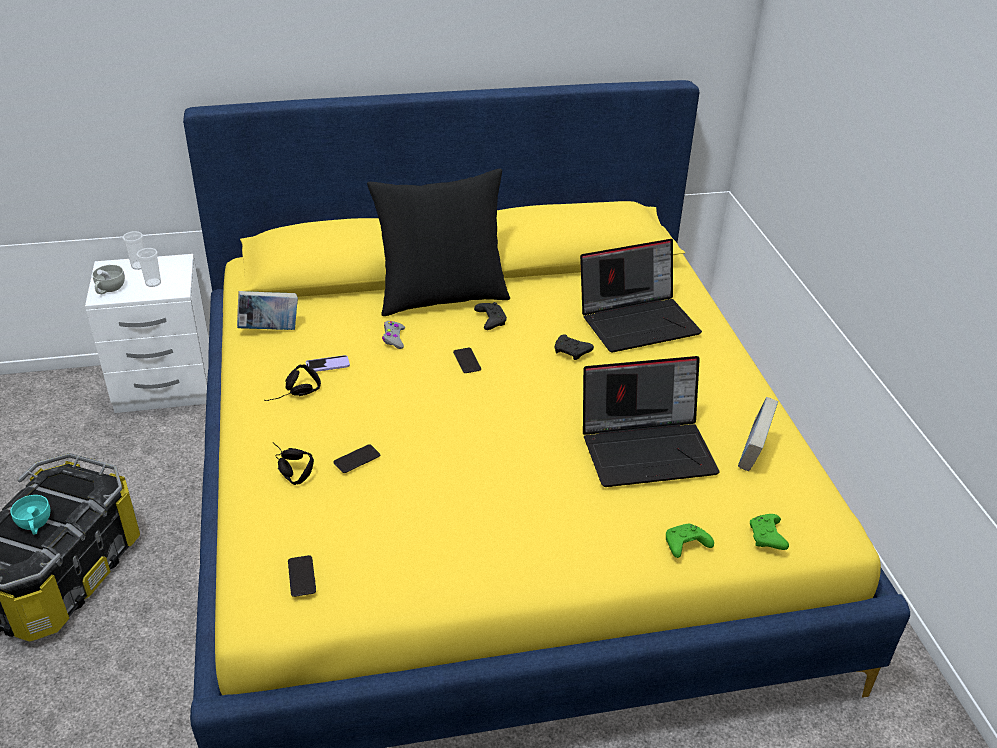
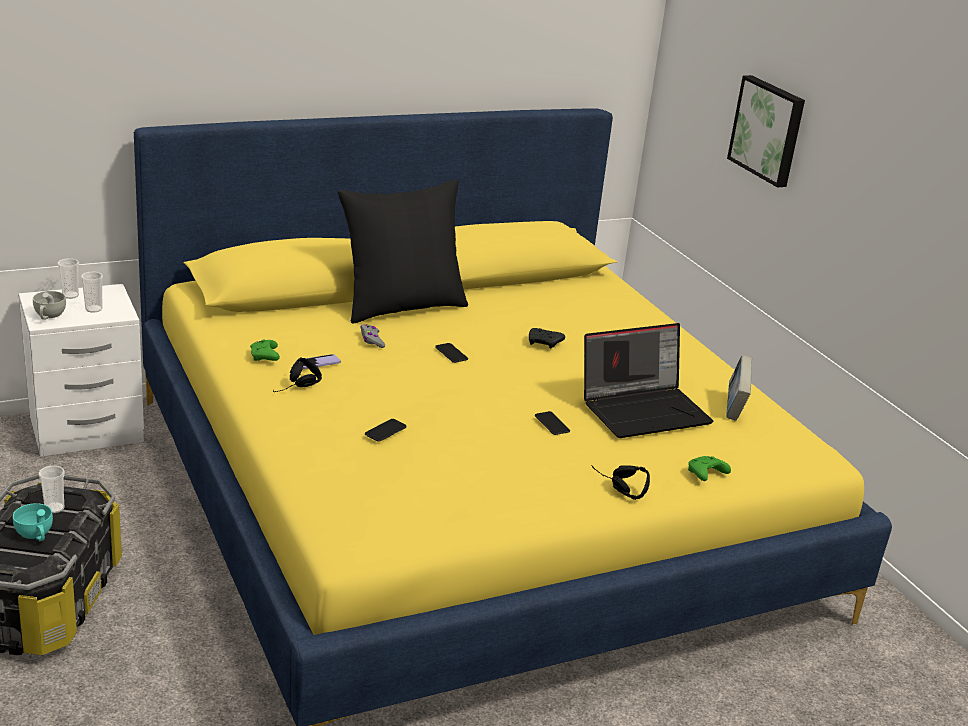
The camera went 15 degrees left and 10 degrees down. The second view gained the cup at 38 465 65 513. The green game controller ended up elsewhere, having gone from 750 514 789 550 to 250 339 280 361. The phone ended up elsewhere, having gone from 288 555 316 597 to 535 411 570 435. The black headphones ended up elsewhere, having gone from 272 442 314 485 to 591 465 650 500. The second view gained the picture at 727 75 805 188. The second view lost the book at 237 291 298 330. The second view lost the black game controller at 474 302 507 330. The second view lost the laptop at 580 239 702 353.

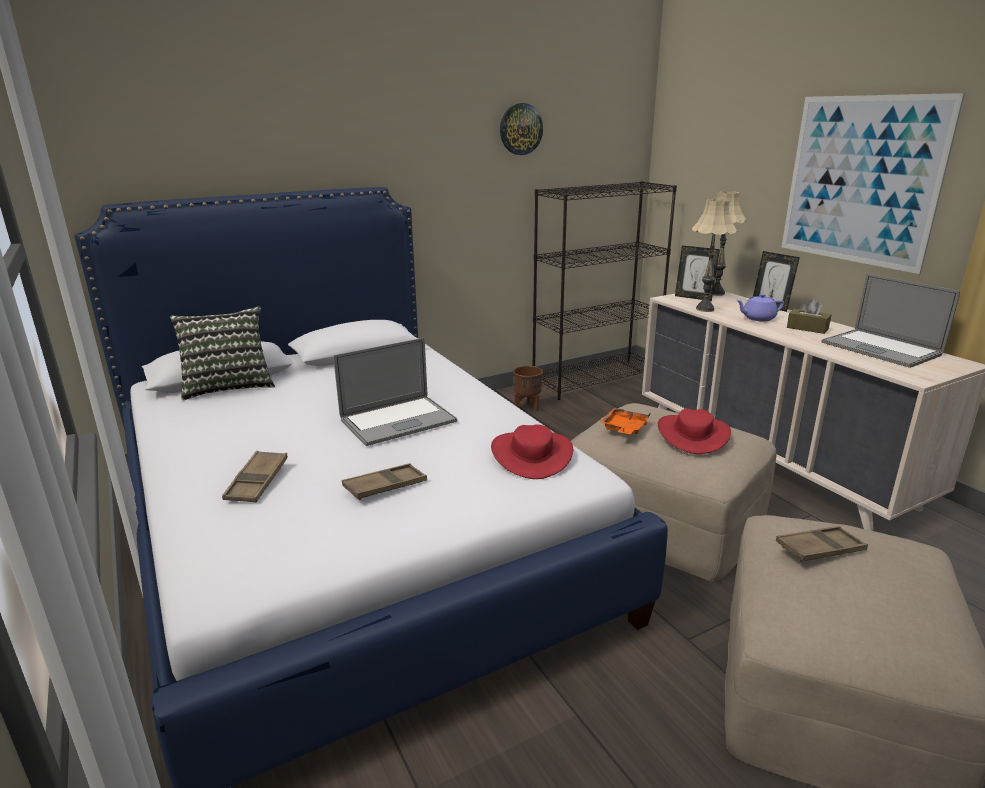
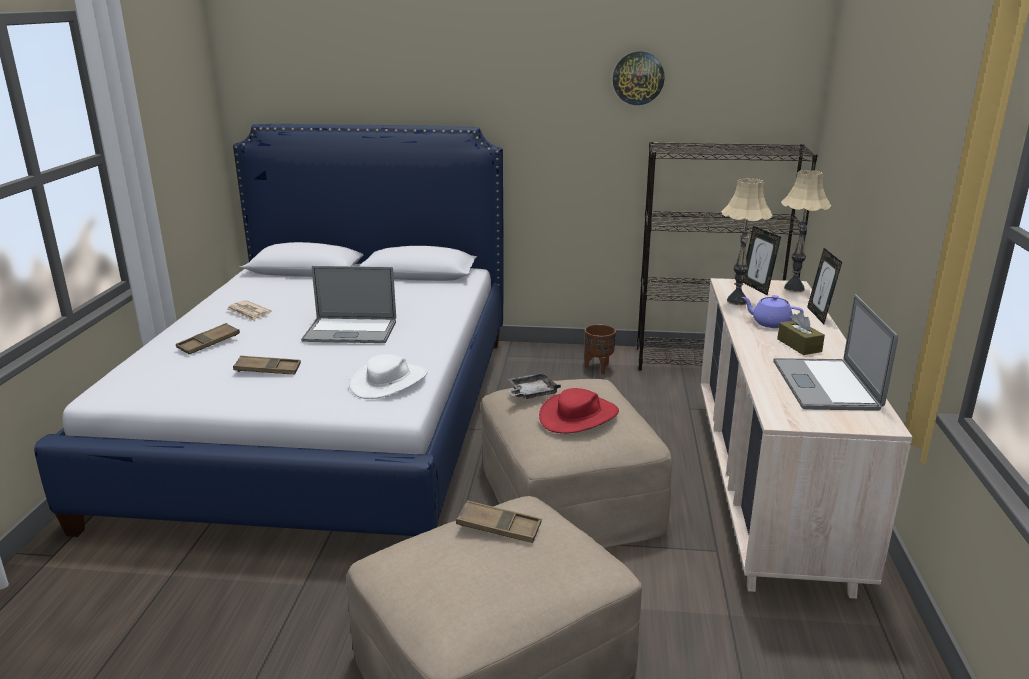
The camera went 35 degrees right and 0 degrees up. The second view gained the newspaper at 226 300 272 321. What was the red hat at 491 424 573 479 turned into the white hat at 349 354 428 399. What was the orange tray at 600 408 650 435 turned into the grey tray at 507 372 561 399. The second view lost the pillow at 170 306 275 400. The second view lost the picture at 782 93 965 274.

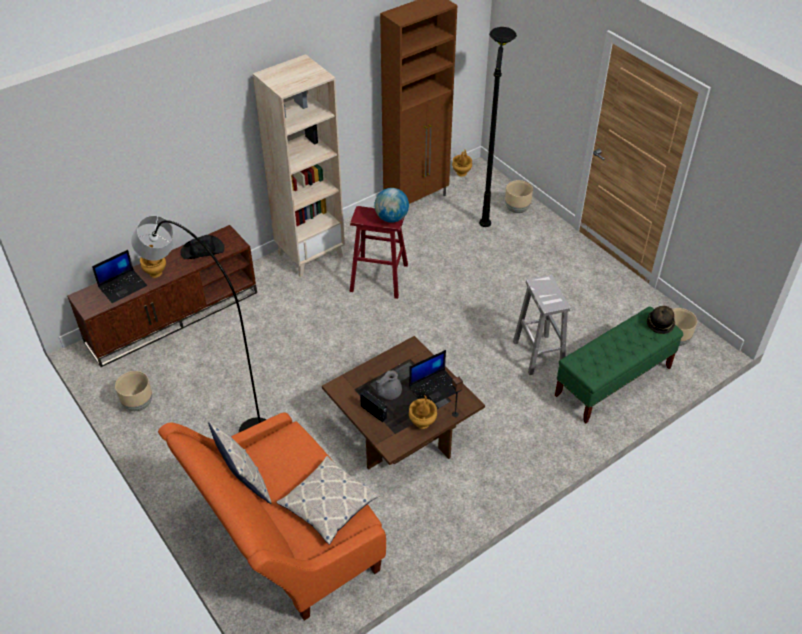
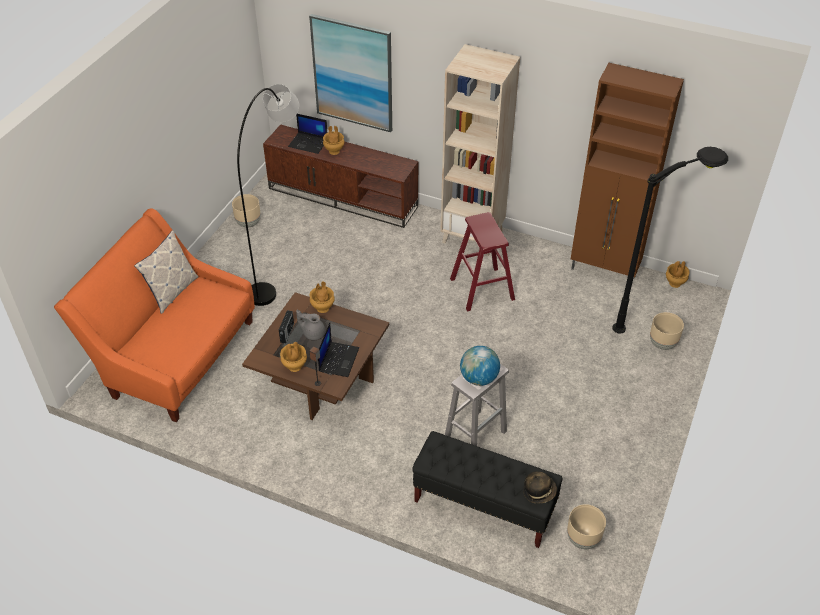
The camera went 60 degrees right and 0 degrees up. The second view gained the picture at 309 14 392 132. The second view gained the brown vase at 310 282 335 313. The laptop at 409 350 462 403 ended up facing another way, 105 degrees counterclockwise from before. What was the green bench at 555 306 683 423 turned into the black bench at 412 431 562 548. The globe ended up elsewhere, having gone from 374 188 409 223 to 460 346 500 386. The second view lost the black hat at 180 235 224 259. The second view lost the pillow at 276 456 381 545.

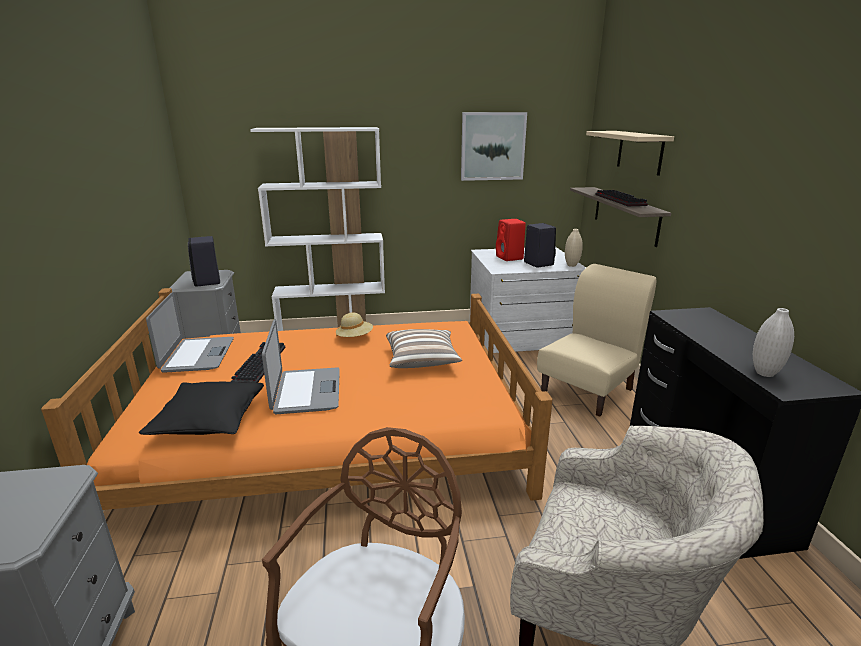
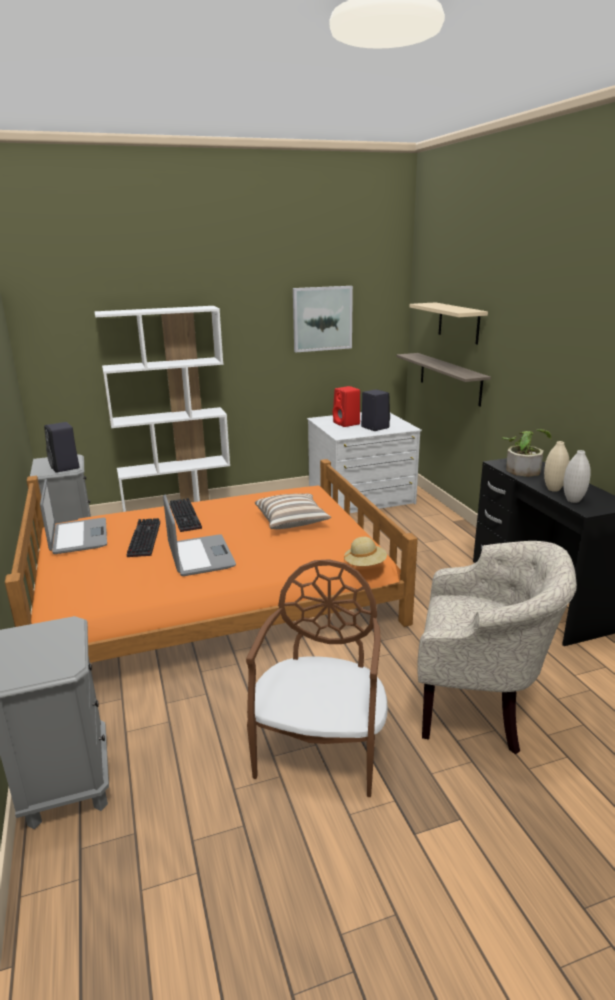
The camera went 10 degrees left and 0 degrees up. The keyboard ended up elsewhere, having gone from 595 190 648 206 to 169 498 202 532. The beige hat ended up elsewhere, having gone from 336 313 373 337 to 344 537 387 566. The second view gained the potted plant at 502 429 552 477. The beige vase ended up elsewhere, having gone from 565 229 583 267 to 544 441 570 492. The second view lost the black pillow at 139 382 264 435. The second view lost the beige chair at 537 264 656 417.

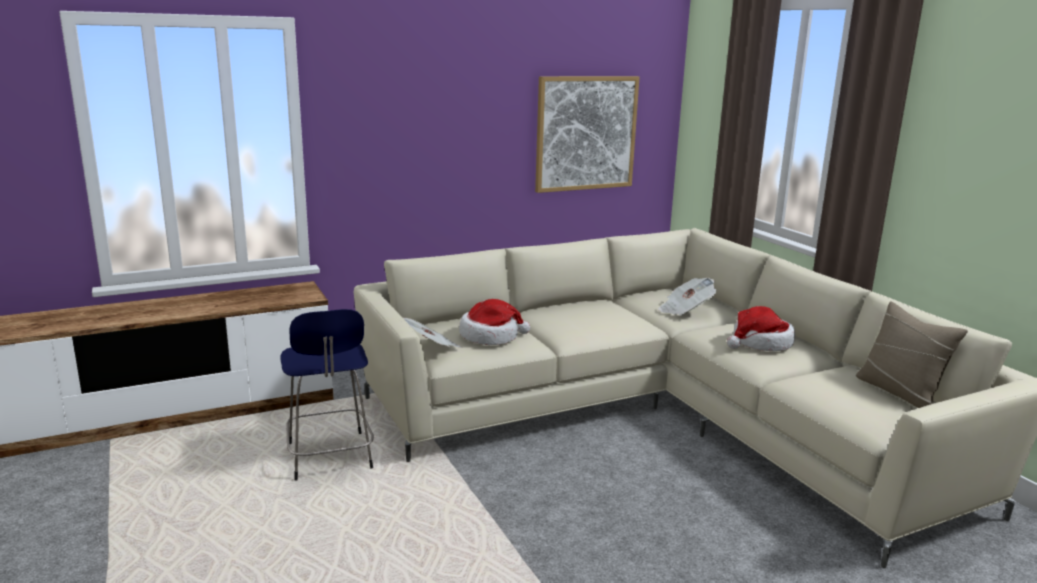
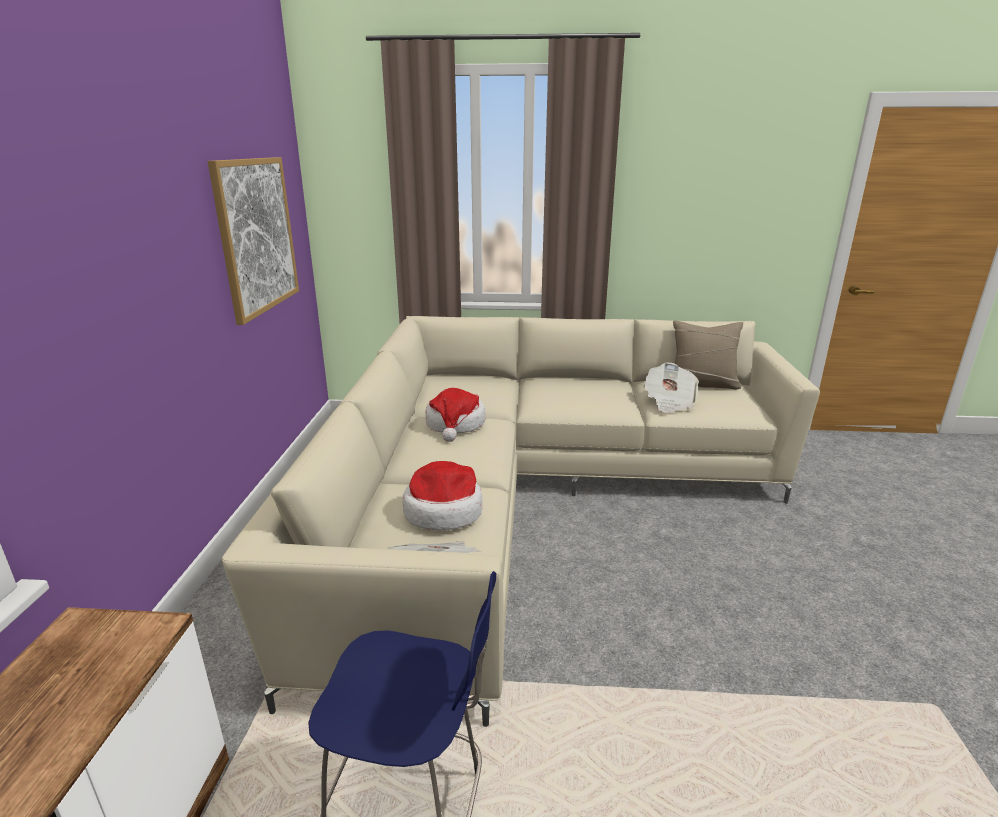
The camera went 60 degrees left and 5 degrees up. The hat ended up elsewhere, having gone from 727 306 795 351 to 425 388 486 442. The newspaper ended up elsewhere, having gone from 658 278 716 316 to 643 362 699 413.

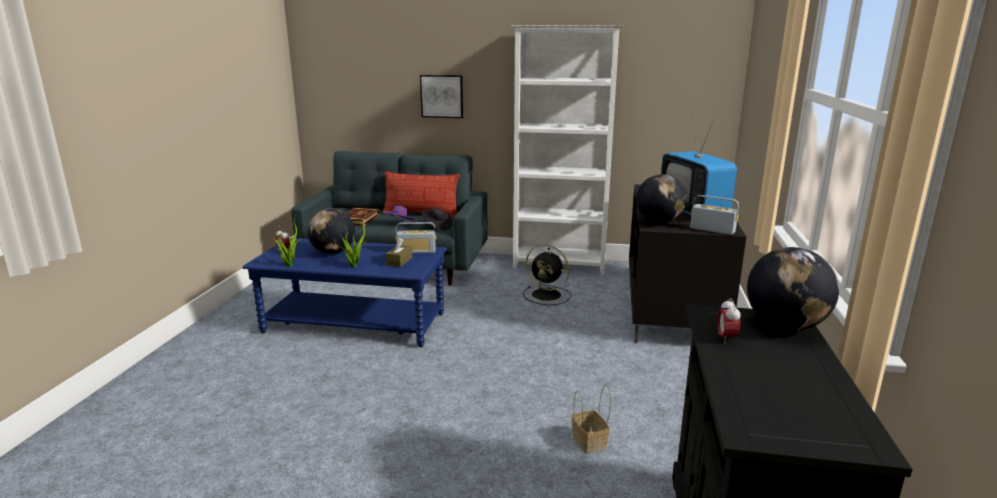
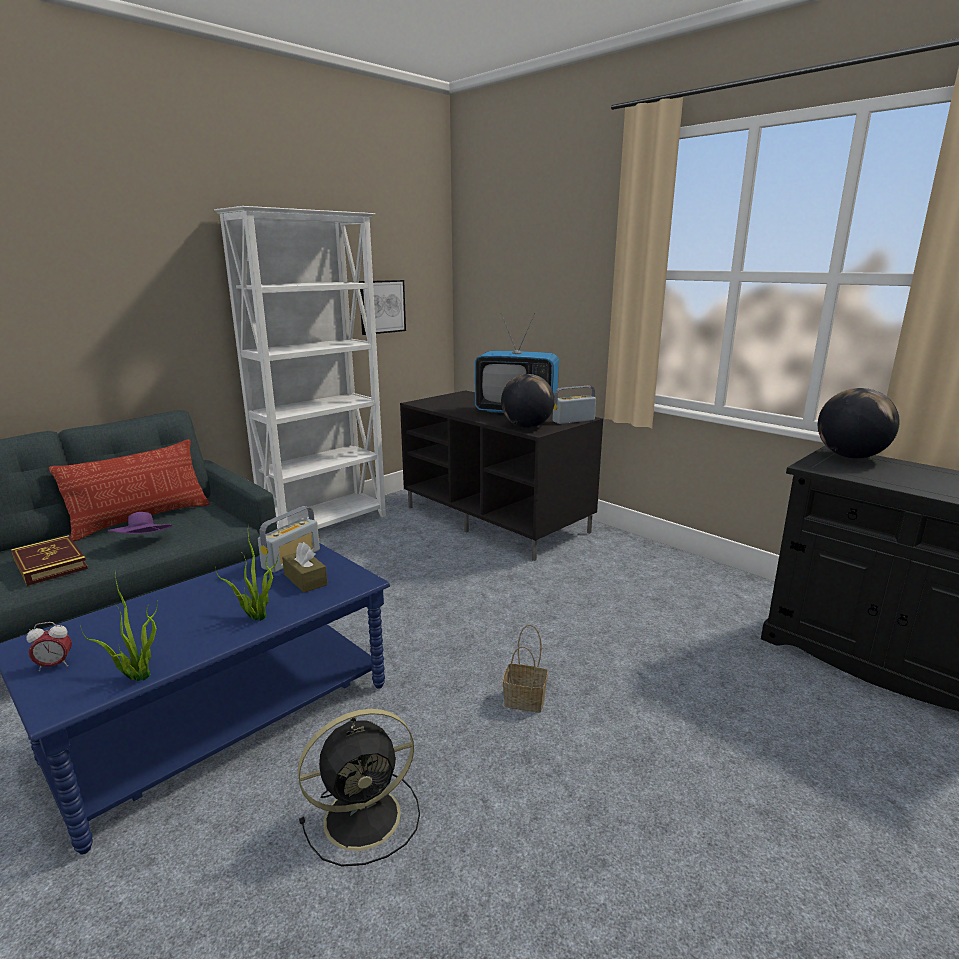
The camera went 55 degrees left and 0 degrees up. The black fan ended up elsewhere, having gone from 523 244 571 305 to 298 709 420 867. The picture ended up elsewhere, having gone from 420 75 463 118 to 359 280 406 335. The basket ended up elsewhere, having gone from 572 385 611 454 to 503 625 548 713. The second view lost the globe at 307 208 355 254. The second view lost the black hat at 422 207 452 230. The second view lost the alarm clock at 717 298 741 344.

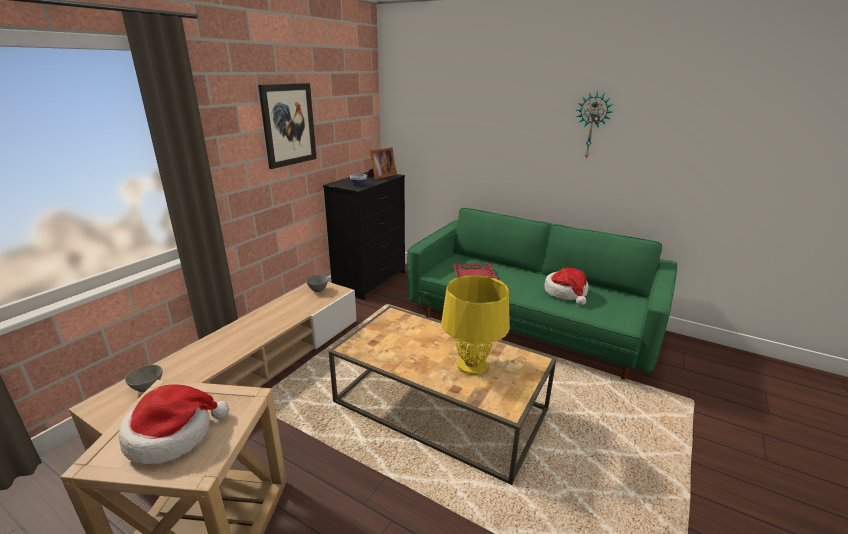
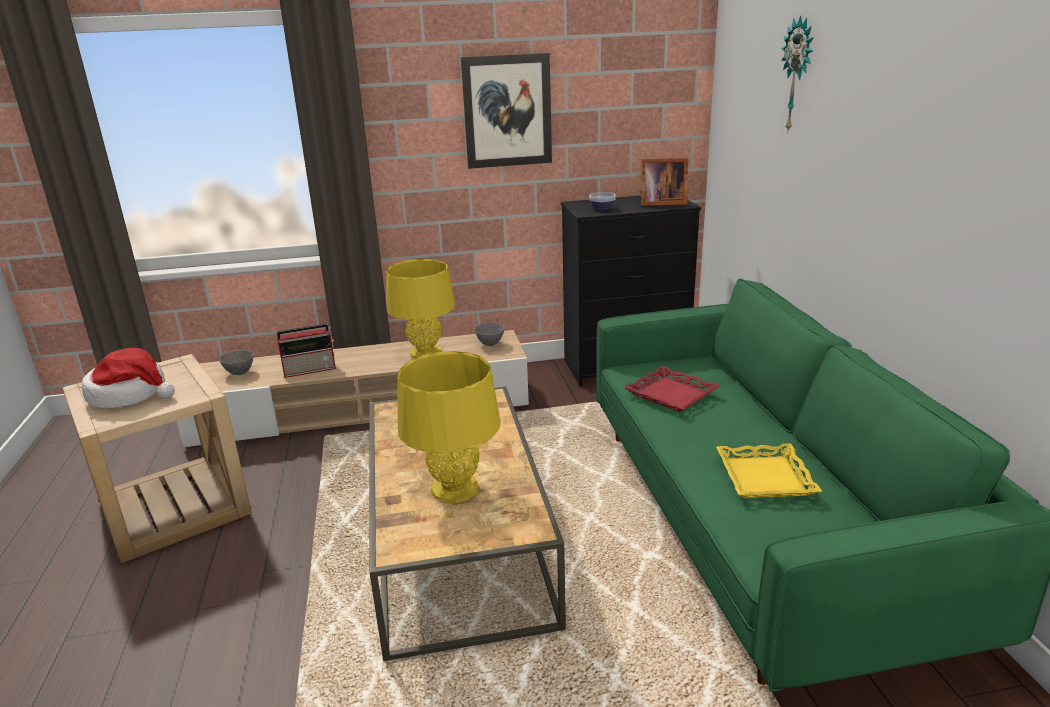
The camera went 50 degrees right and 0 degrees up. The second view gained the radio at 276 324 336 378. The second view gained the yellow table lamp at 386 259 455 358. Where the hat stood at 544 268 589 306, the yellow tray came to stand at 716 443 822 498. The wall clock ended up elsewhere, having gone from 576 91 613 159 to 781 15 814 131.

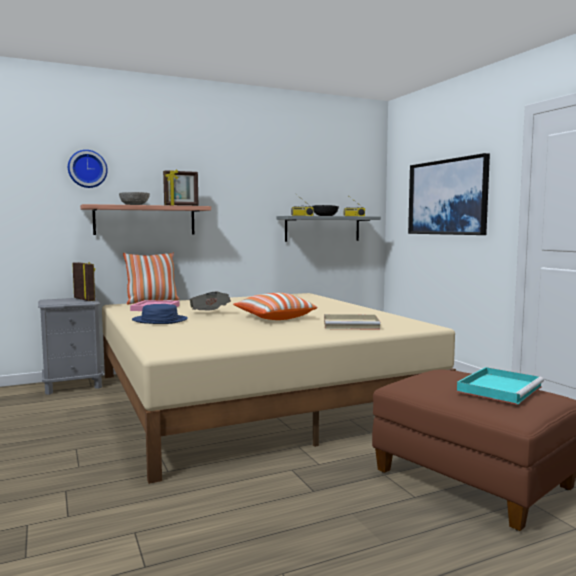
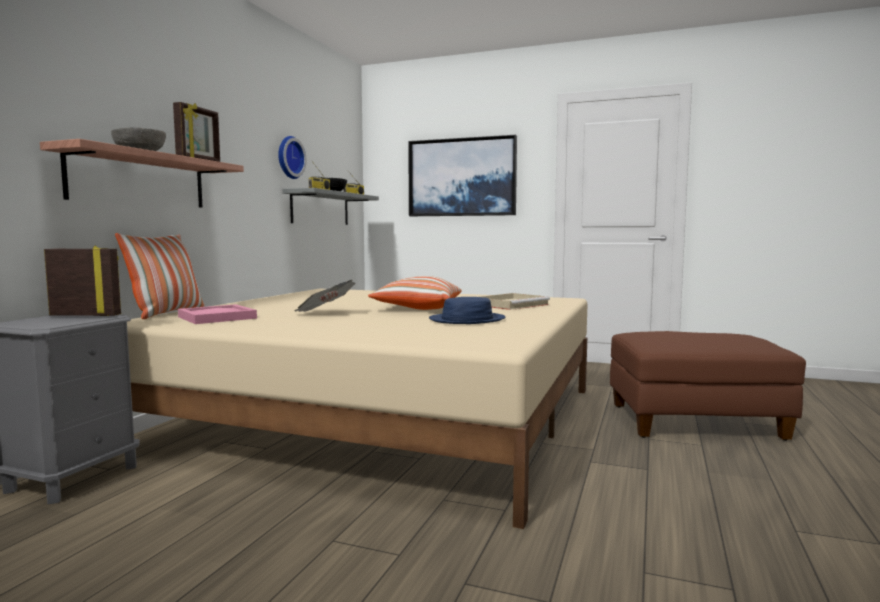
The camera went 45 degrees left and 0 degrees up. The wall clock ended up elsewhere, having gone from 68 150 108 188 to 278 136 307 179. The blue hat ended up elsewhere, having gone from 132 304 188 324 to 429 297 506 324. The second view lost the turquoise tray at 457 367 544 405.

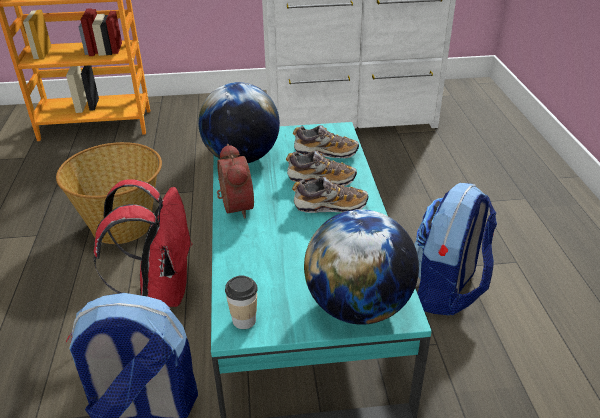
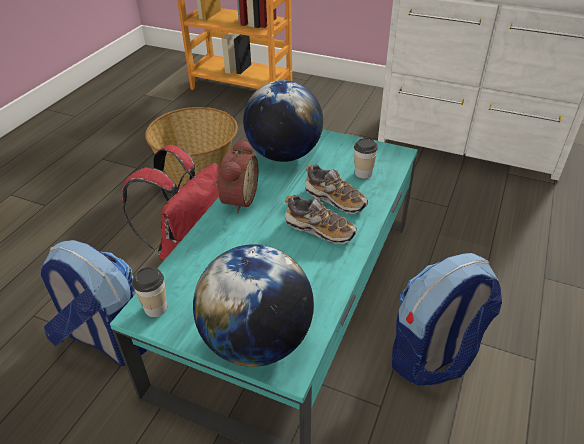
The camera went 30 degrees right and 5 degrees up. Where the shoe stood at 293 125 359 158, the cup came to stand at 354 137 378 179.

